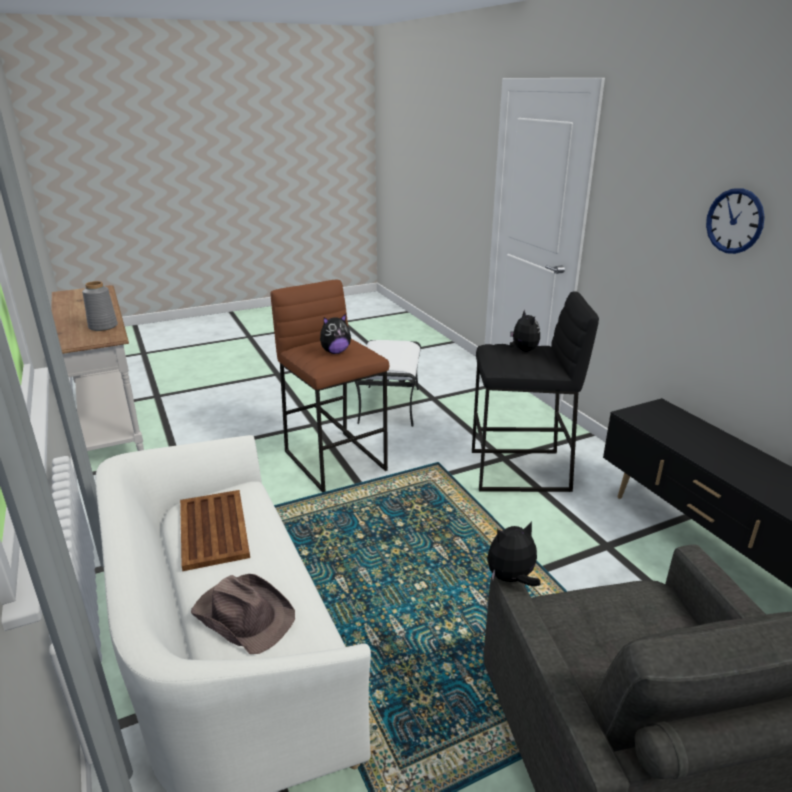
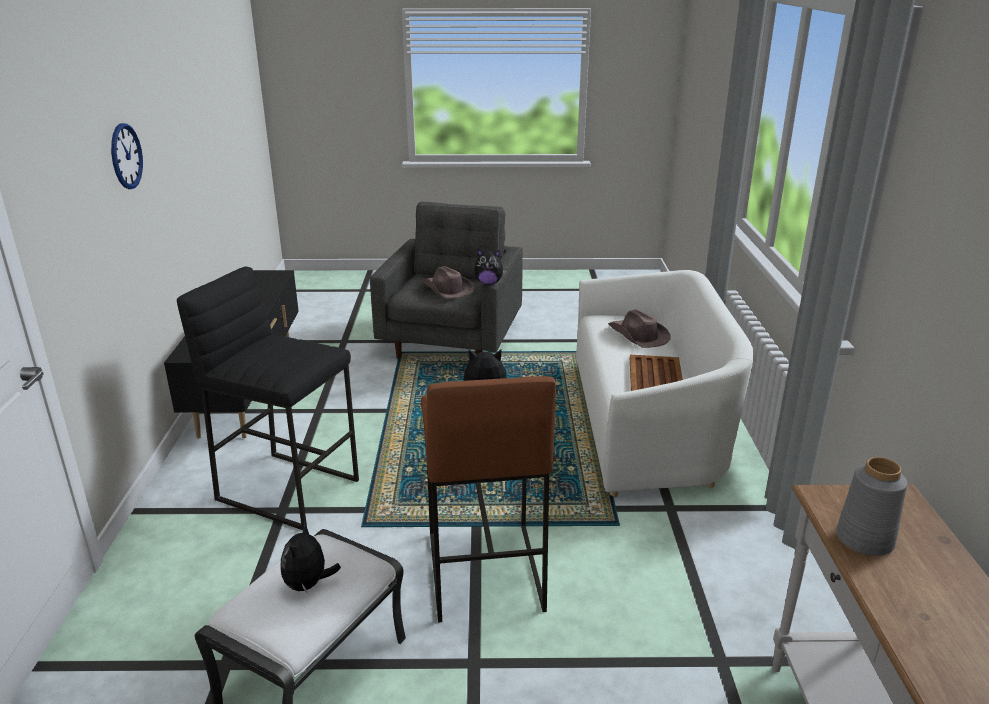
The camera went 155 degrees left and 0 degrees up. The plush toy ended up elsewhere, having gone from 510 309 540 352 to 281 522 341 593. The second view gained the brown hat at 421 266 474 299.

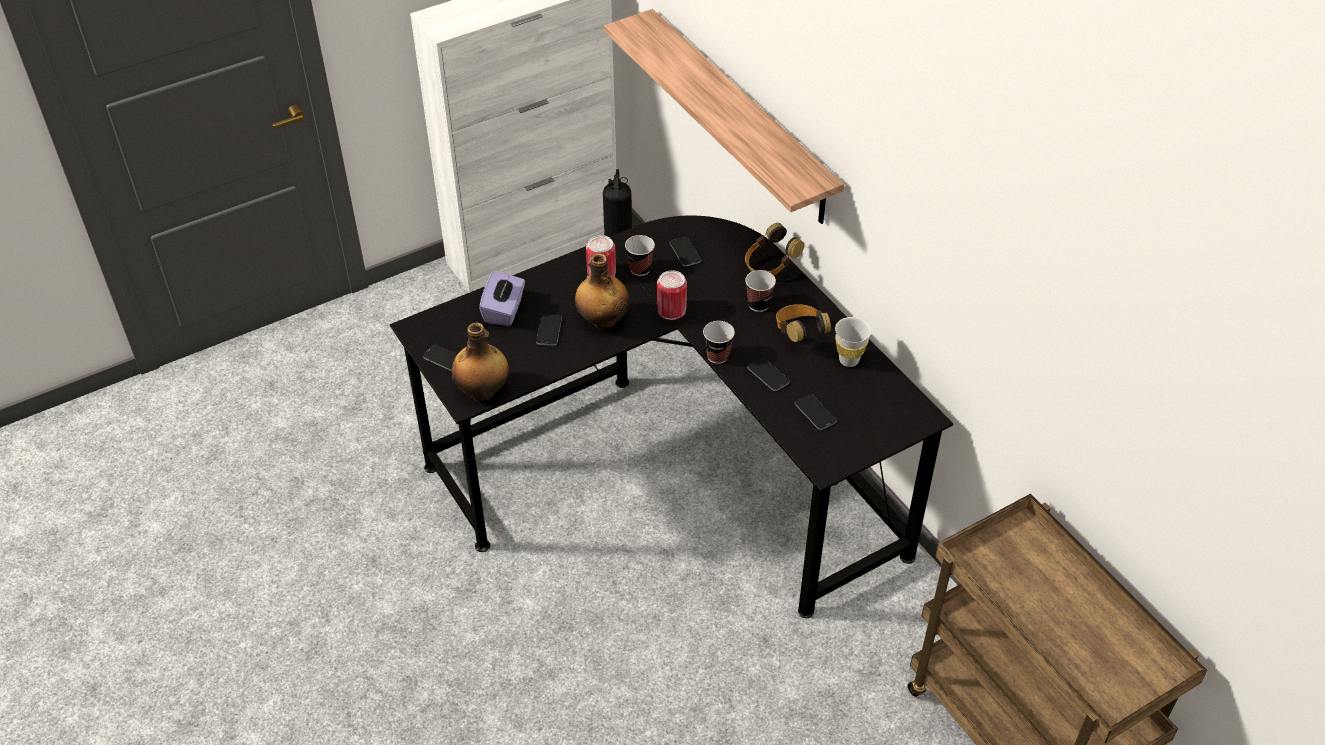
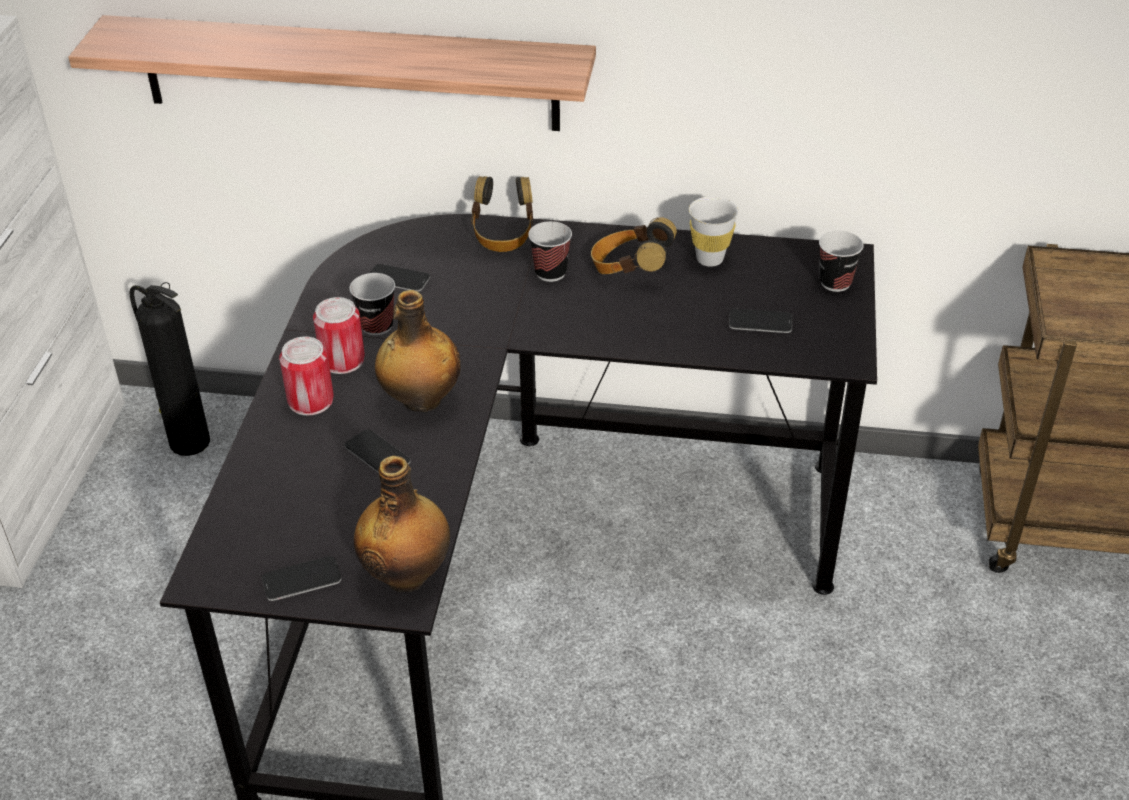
The camera went 50 degrees left and 5 degrees down. The can ended up elsewhere, having gone from 657 270 687 320 to 279 336 334 415. The cup ended up elsewhere, having gone from 703 321 735 364 to 819 231 864 292. The second view lost the purple tissue box at 479 270 525 326. The second view lost the phone at 748 358 790 391.

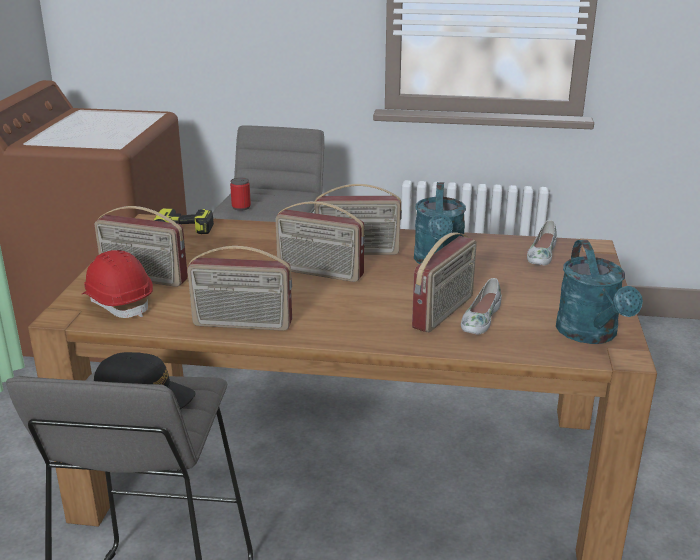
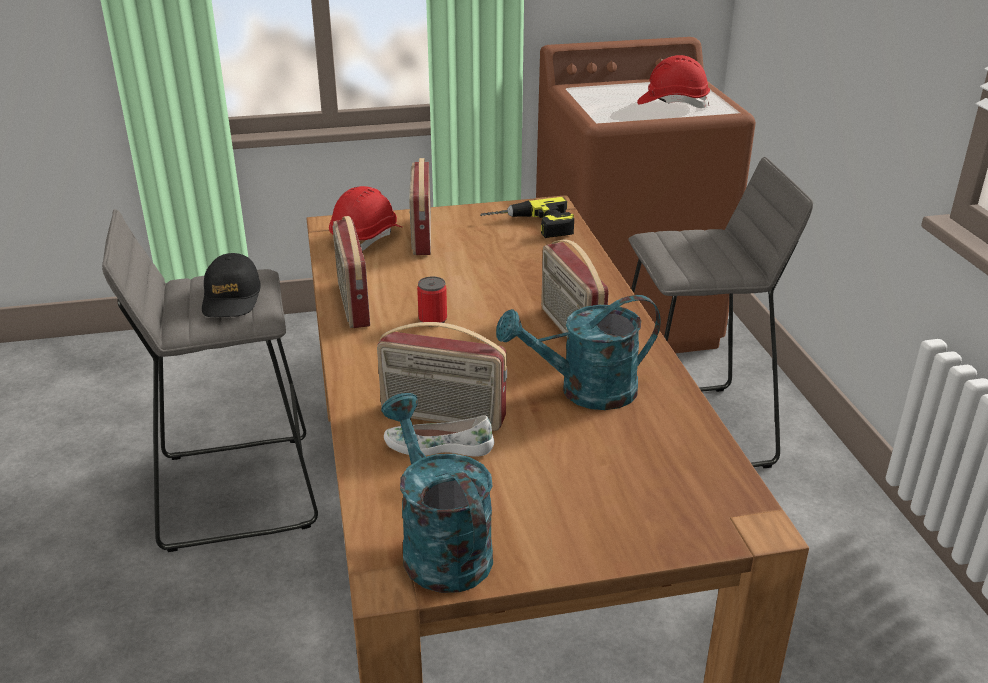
The camera went 70 degrees right and 5 degrees up. The turquoise watering can at 556 240 643 344 ended up facing another way, 90 degrees clockwise from before. The can ended up elsewhere, having gone from 230 178 251 211 to 417 276 447 327. The second view gained the red hard hat at 637 55 710 108. The second view lost the radio at 276 201 365 282. The second view lost the white shoe at 527 220 557 265.

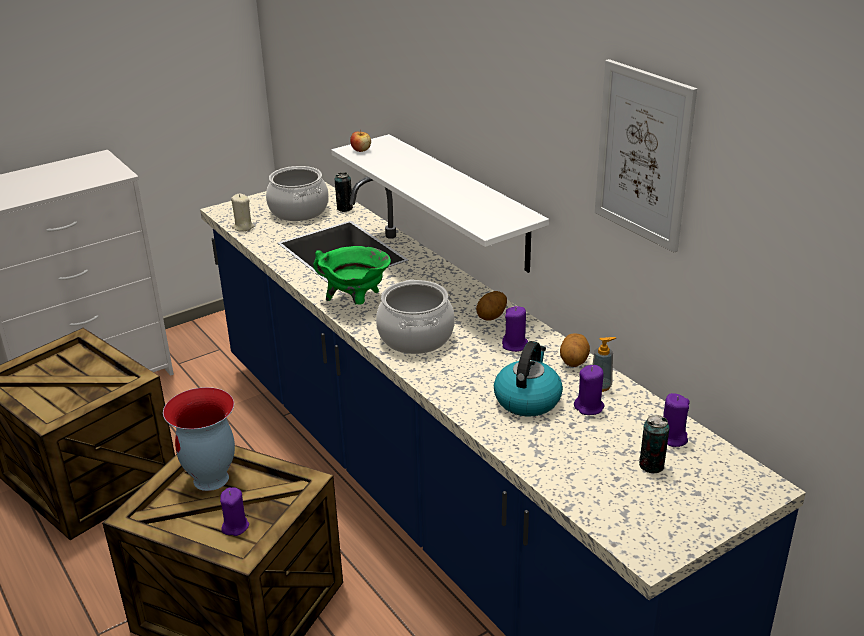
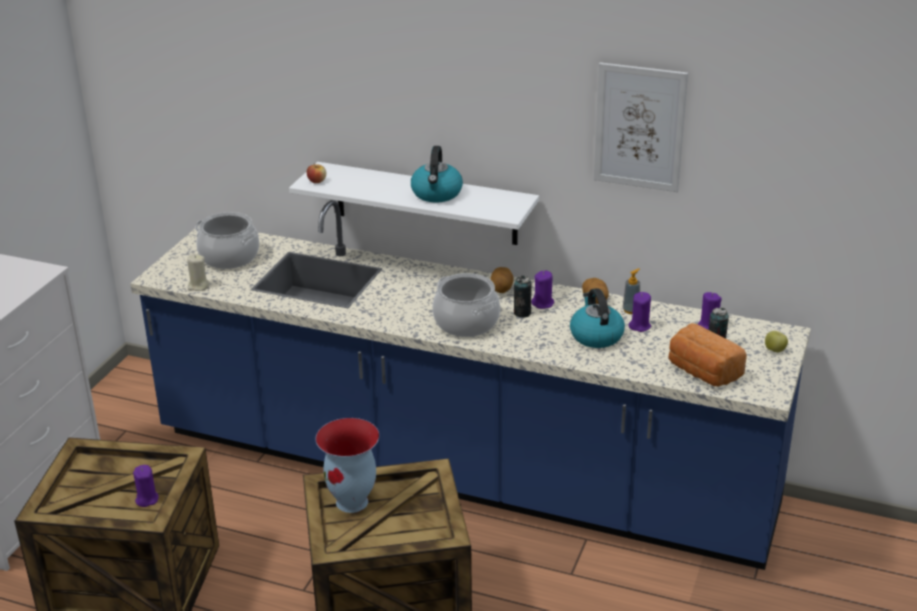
The camera went 35 degrees left and 0 degrees up. The purple candle ended up elsewhere, having gone from 220 487 249 536 to 133 465 159 507. The second view gained the kettle at 411 146 463 202. The can ended up elsewhere, having gone from 335 172 353 212 to 514 276 532 318. The second view gained the bread at 669 323 747 386. The second view gained the apple at 765 331 788 352. The second view lost the green cooking pot at 313 246 391 305.

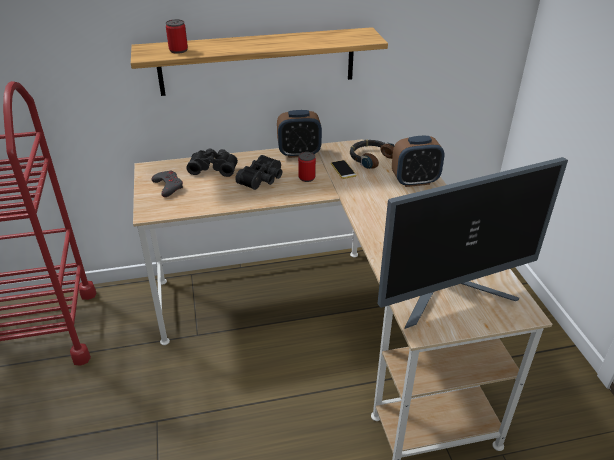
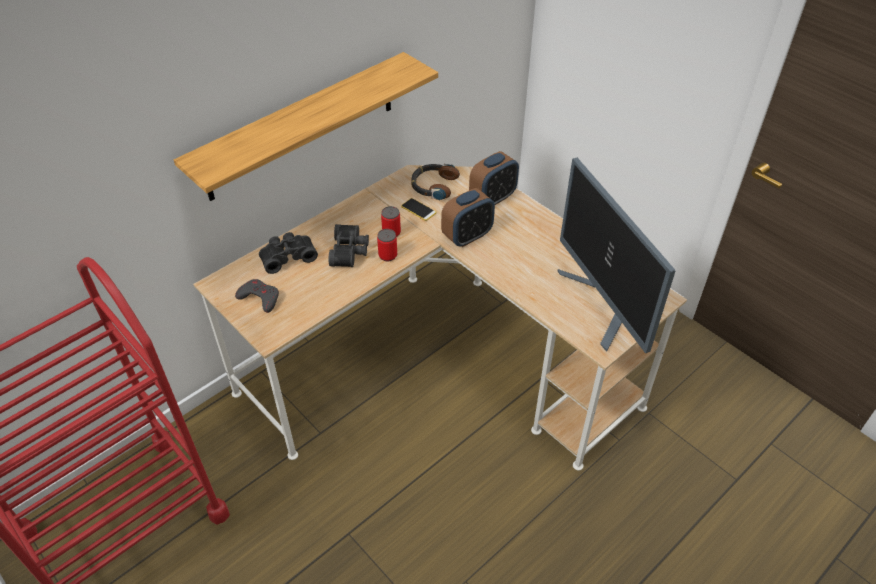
The camera went 30 degrees left and 10 degrees up. The can ended up elsewhere, having gone from 166 19 188 54 to 377 229 397 262. The alarm clock ended up elsewhere, having gone from 277 110 322 158 to 441 188 495 247. The monitor at 377 157 568 329 ended up facing another way, 120 degrees clockwise from before.

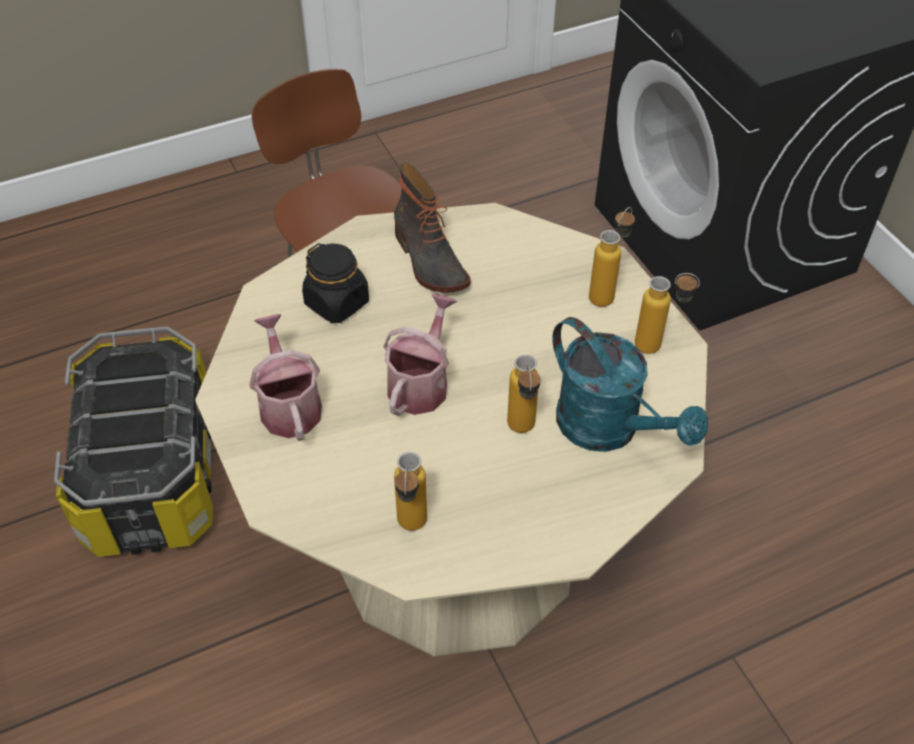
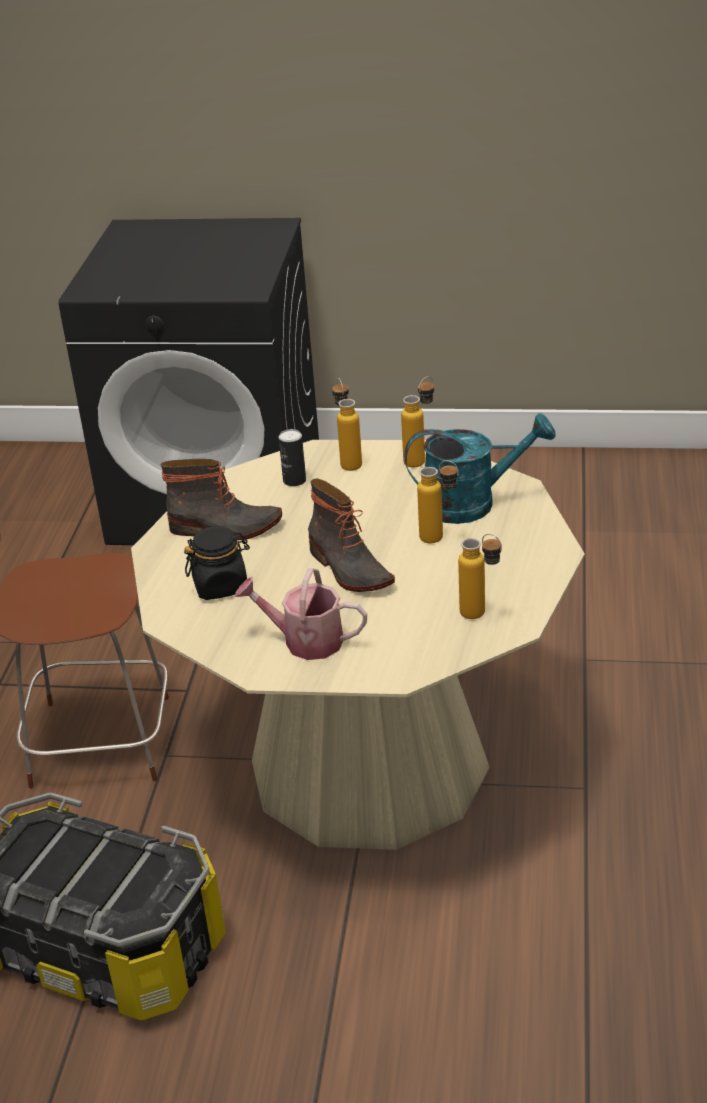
The camera went 55 degrees left and 15 degrees down. The second view gained the can at 279 429 306 486. Where the watering can stood at 383 294 457 416, the boot came to stand at 308 478 395 592.

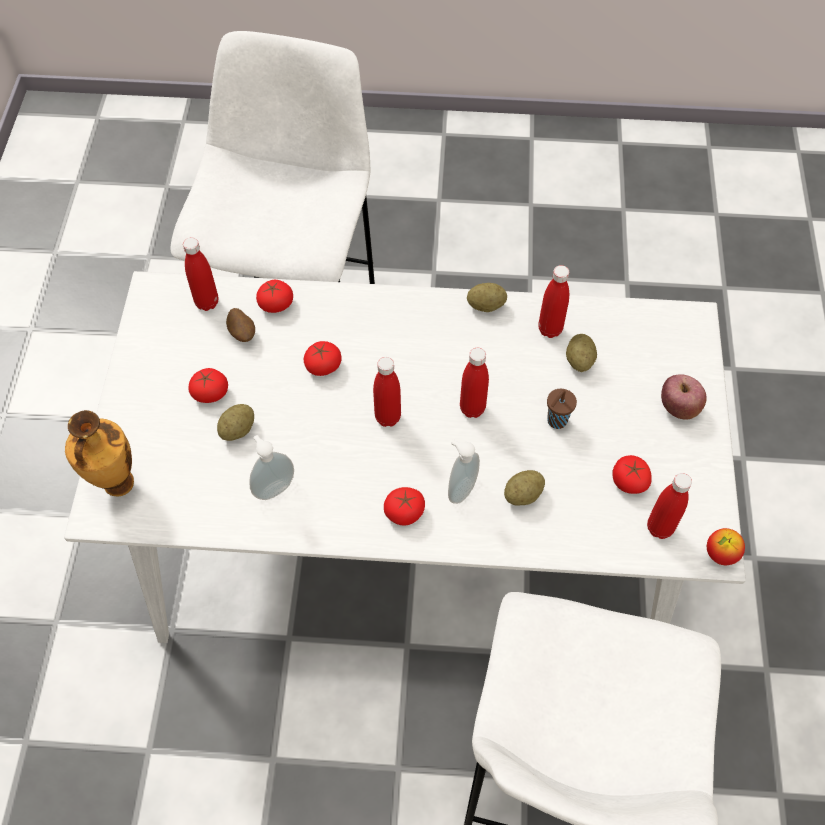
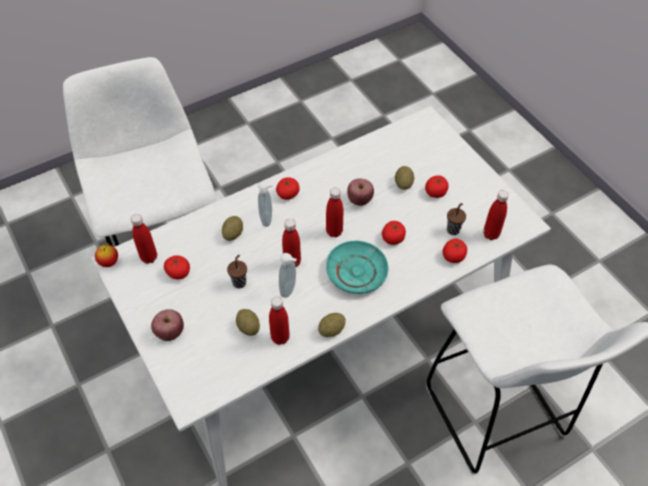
The camera went 145 degrees right and 5 degrees down. The soap dispenser ended up elsewhere, having gone from 249 435 294 500 to 279 253 297 298. The second view gained the turquoise plate at 326 241 388 294. The second view gained the apple at 347 178 374 206. Where the potato stood at 226 308 255 342, the brown cup came to stand at 447 203 466 235. The second view lost the vase at 65 410 134 497.

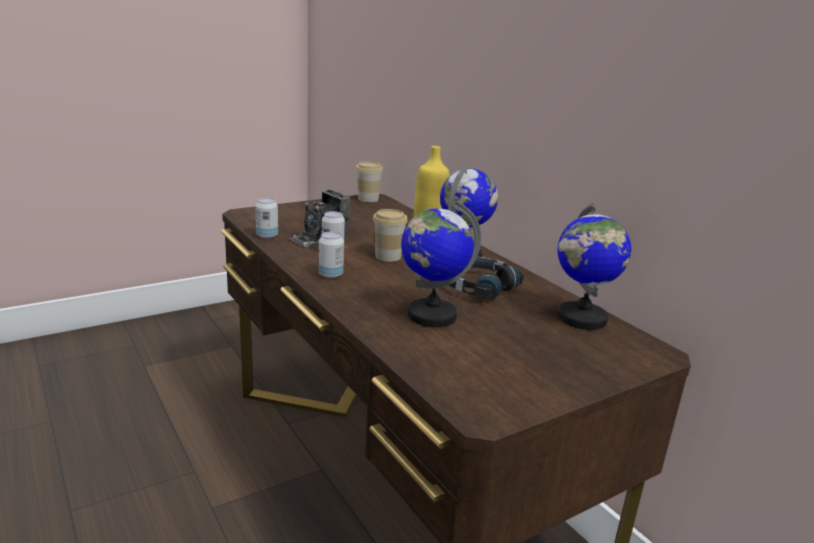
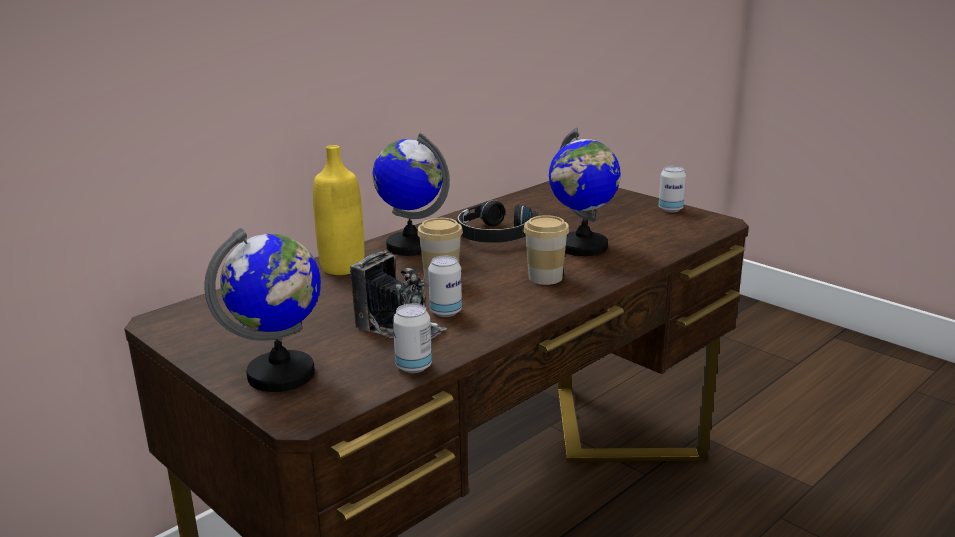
The camera went 100 degrees left and 0 degrees up. The globe ended up elsewhere, having gone from 557 202 631 330 to 204 228 321 392. The cup ended up elsewhere, having gone from 356 162 383 202 to 523 215 569 285. The can ended up elsewhere, having gone from 319 232 344 278 to 659 166 686 212.

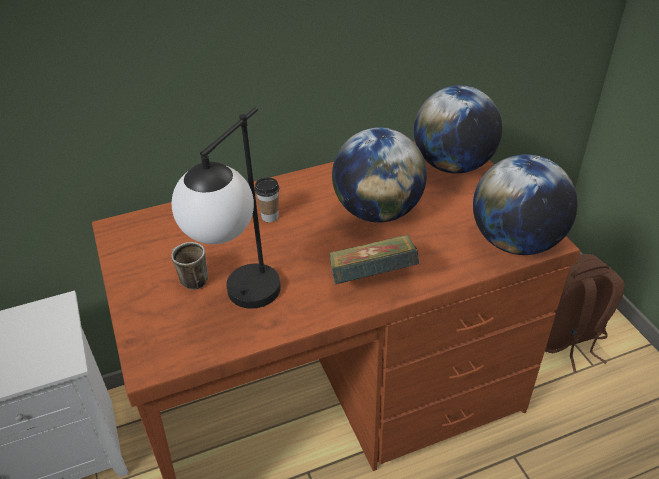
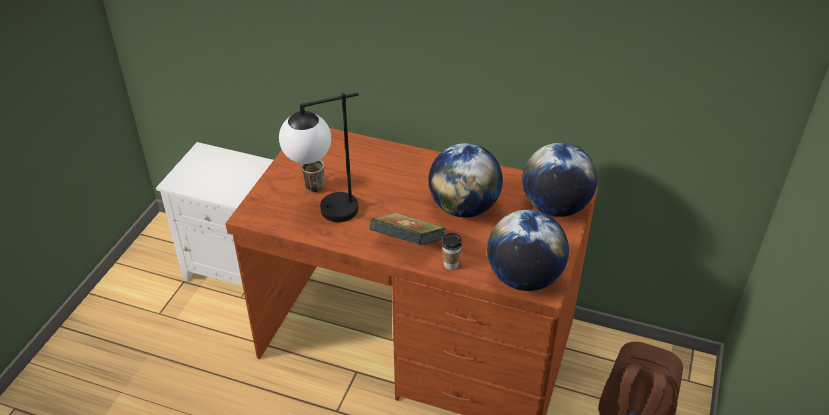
The camera went 40 degrees right and 0 degrees up. The cup ended up elsewhere, having gone from 255 178 279 222 to 442 233 462 270.

